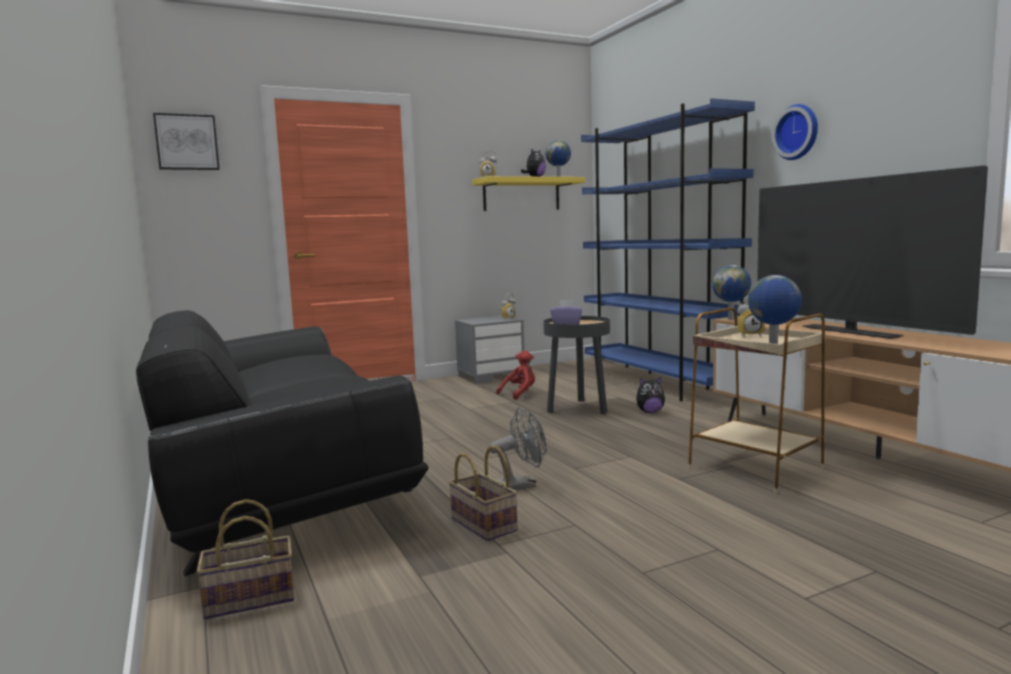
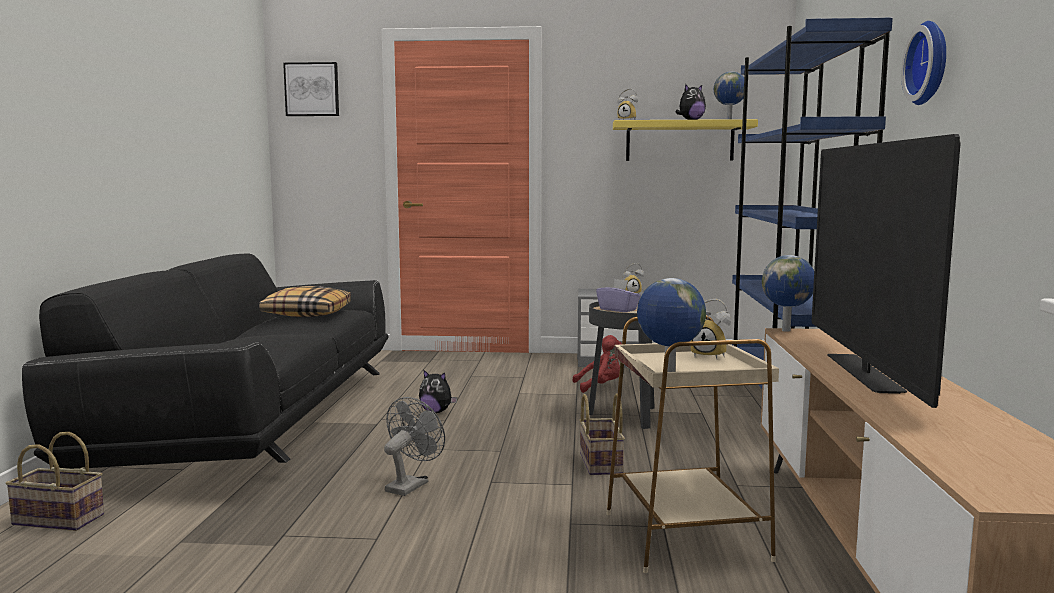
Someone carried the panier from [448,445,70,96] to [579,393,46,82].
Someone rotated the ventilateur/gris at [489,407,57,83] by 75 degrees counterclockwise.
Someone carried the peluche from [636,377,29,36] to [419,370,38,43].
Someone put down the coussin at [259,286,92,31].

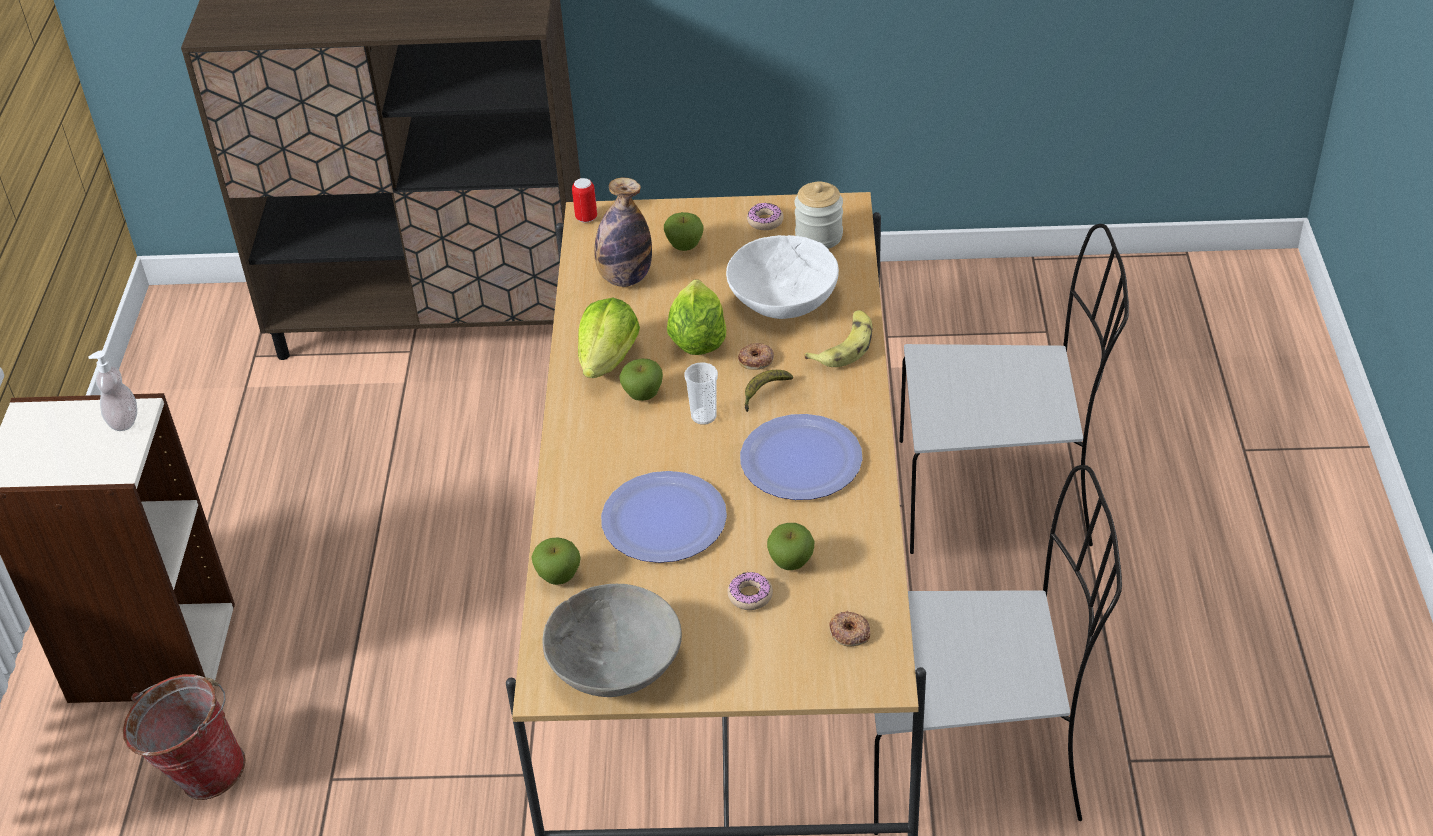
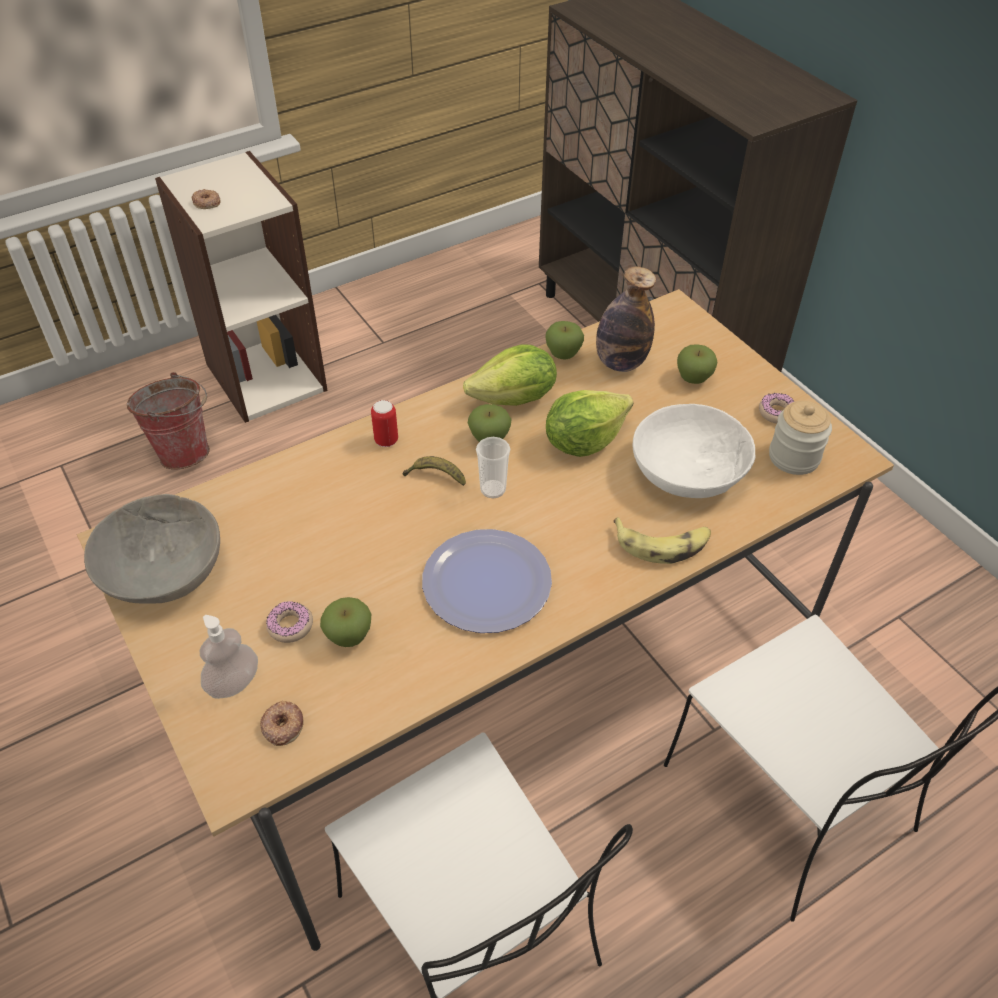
Someone carried the distributeur de savon from [88,350,49,81] to [200,615,58,84].
Someone carried the pomme from [532,537,49,48] to [545,321,39,39].
Someone carried the boîte métallique from [572,178,25,45] to [371,400,27,47].
Someone took away the assiette at [601,471,126,92].
Someone carried the beignet from [738,343,36,27] to [192,189,28,20].
Someone carried the banane from [745,370,48,42] to [403,456,63,30].

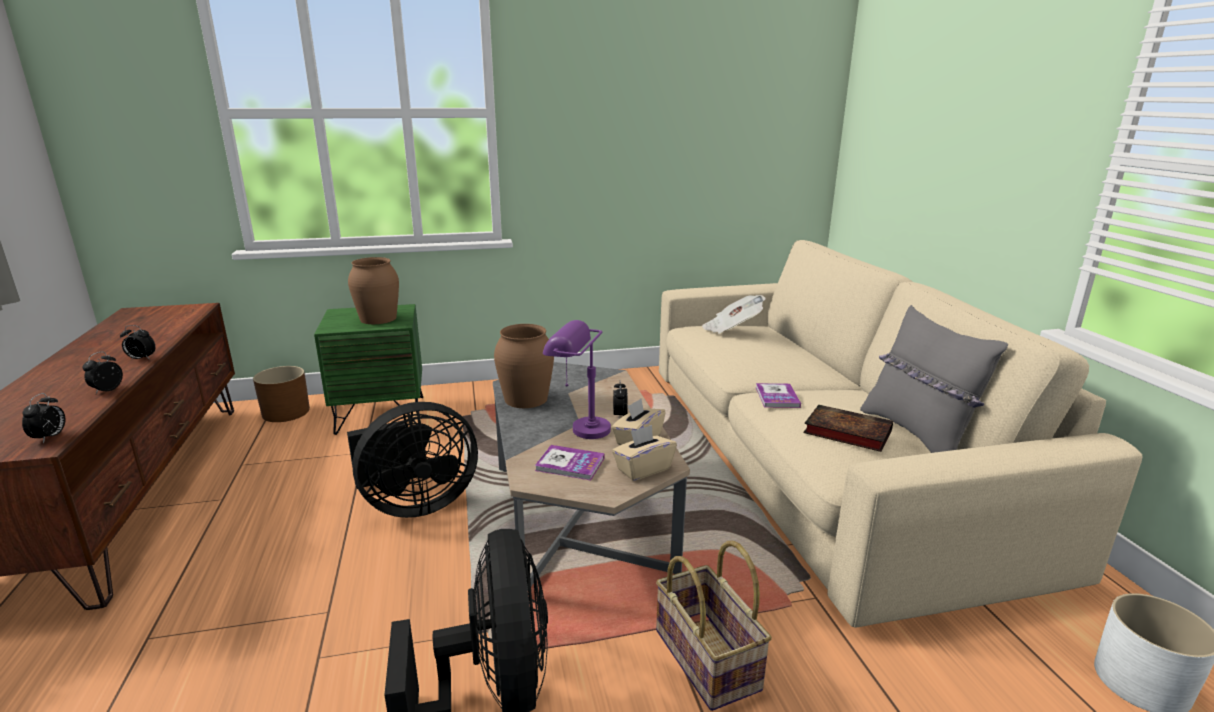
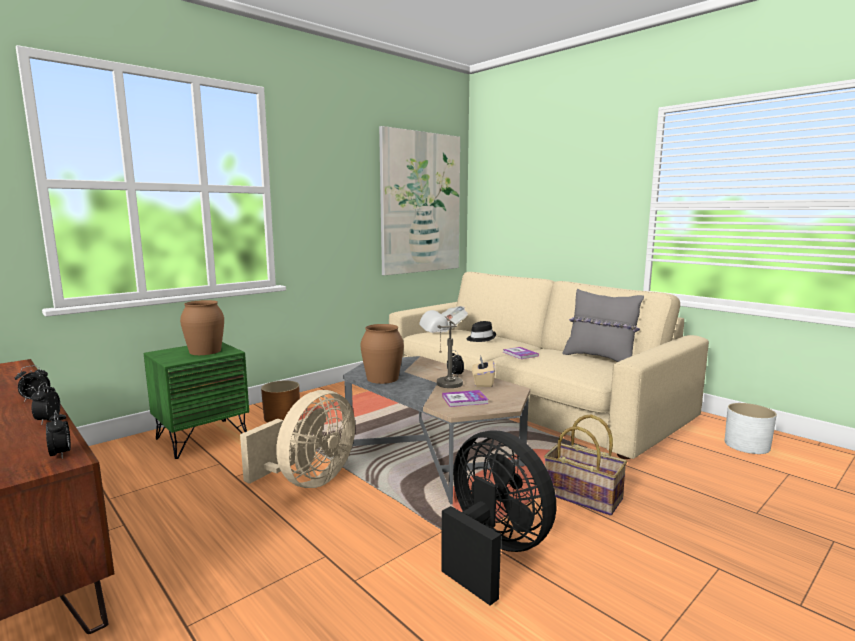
Someone carried the cache-pot/marron from [253,366,57,56] to [261,380,39,43].
Someone repainted the ventilateur/noir at [347,402,131,116], which became the ventilateur/beige at [240,390,115,98].
Someone repainted the lampe de table/violet at [543,320,68,119], which became the lampe de table/gris at [419,310,44,78].
Someone took away the boîte à mouchoirs/beige at [612,425,65,56].
Someone took away the livre at [803,405,90,47].
Someone put up the tableau at [379,126,81,149].
Someone put down the chapeau/noir at [467,321,29,21].

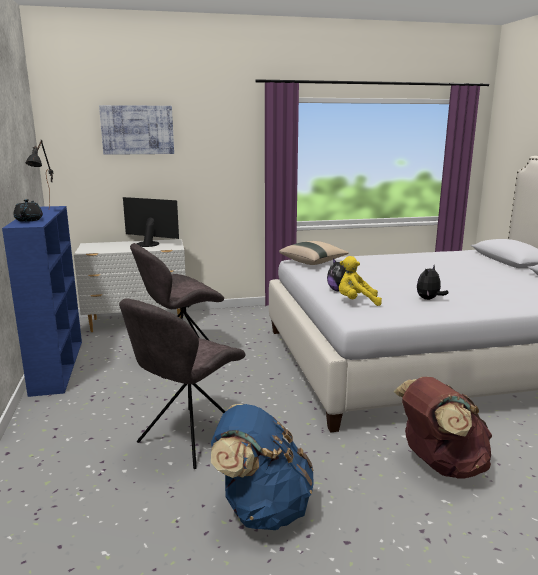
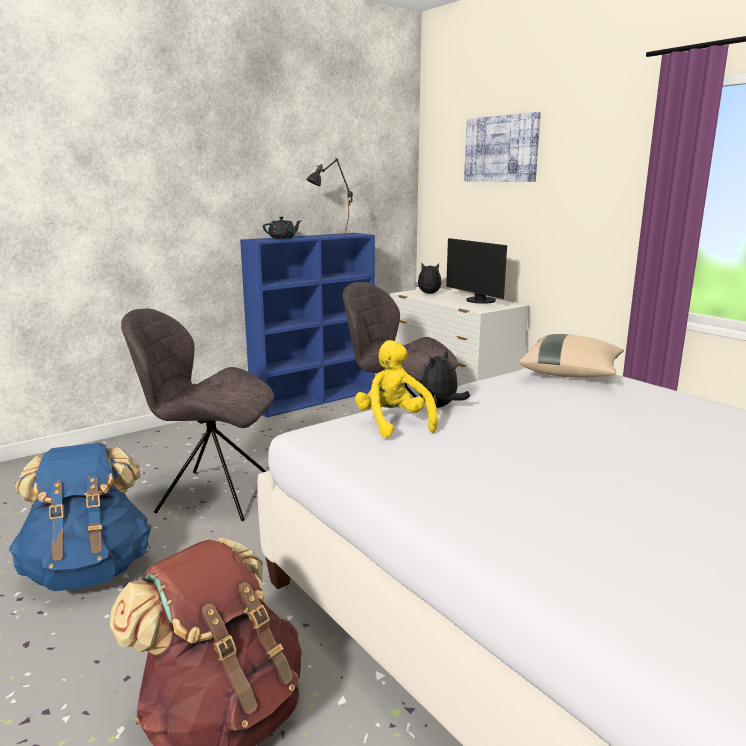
Someone rotated the écran d'ordinateur at [123,197,56,50] by 150 degrees clockwise.
Someone carried the peluche from [417,265,32,35] to [414,263,28,31].

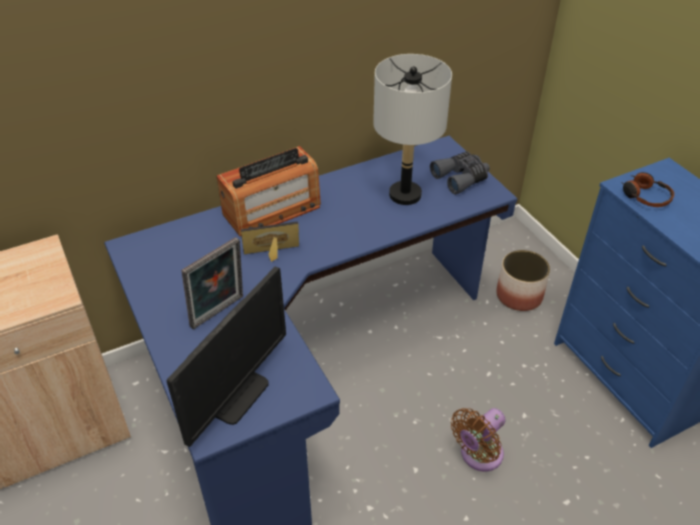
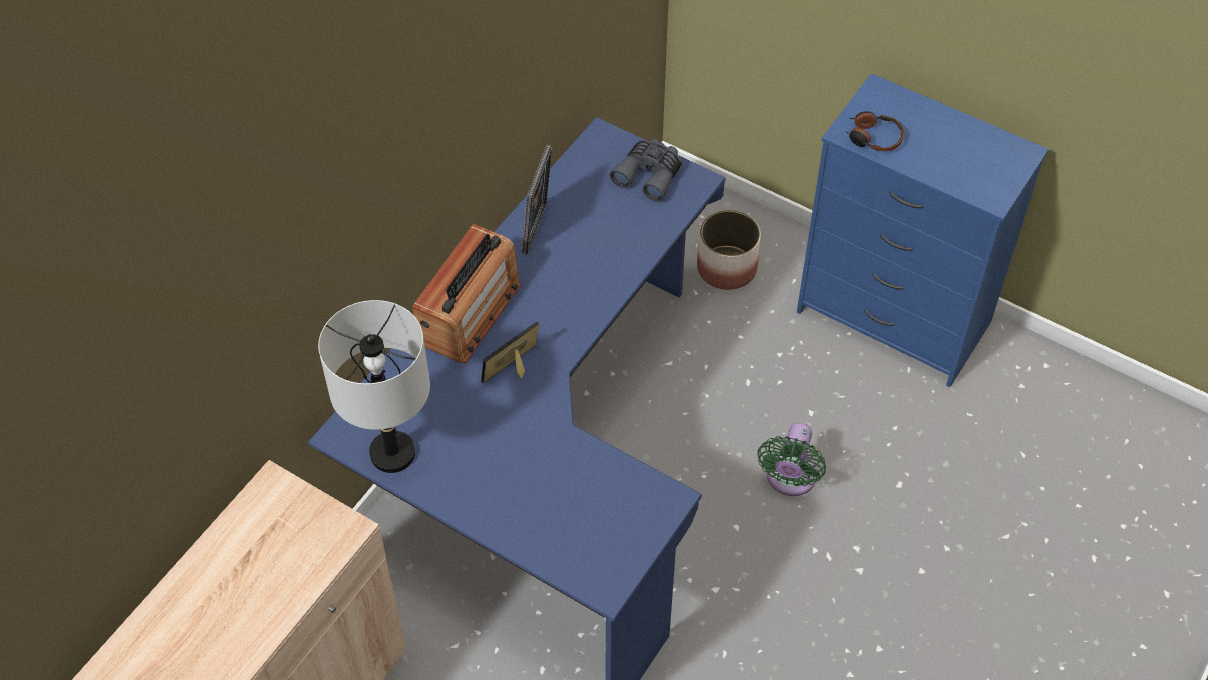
Someone took away the écran d'ordinateur at [167,266,119,181].
Someone carried the cadre photo from [181,237,62,93] to [522,145,30,109].
Someone carried the lampe de table/gris from [373,54,79,151] to [318,300,112,173].
Someone repainted the ventilateur/marron at [451,408,55,64], which became the ventilateur/vert at [758,422,68,74].

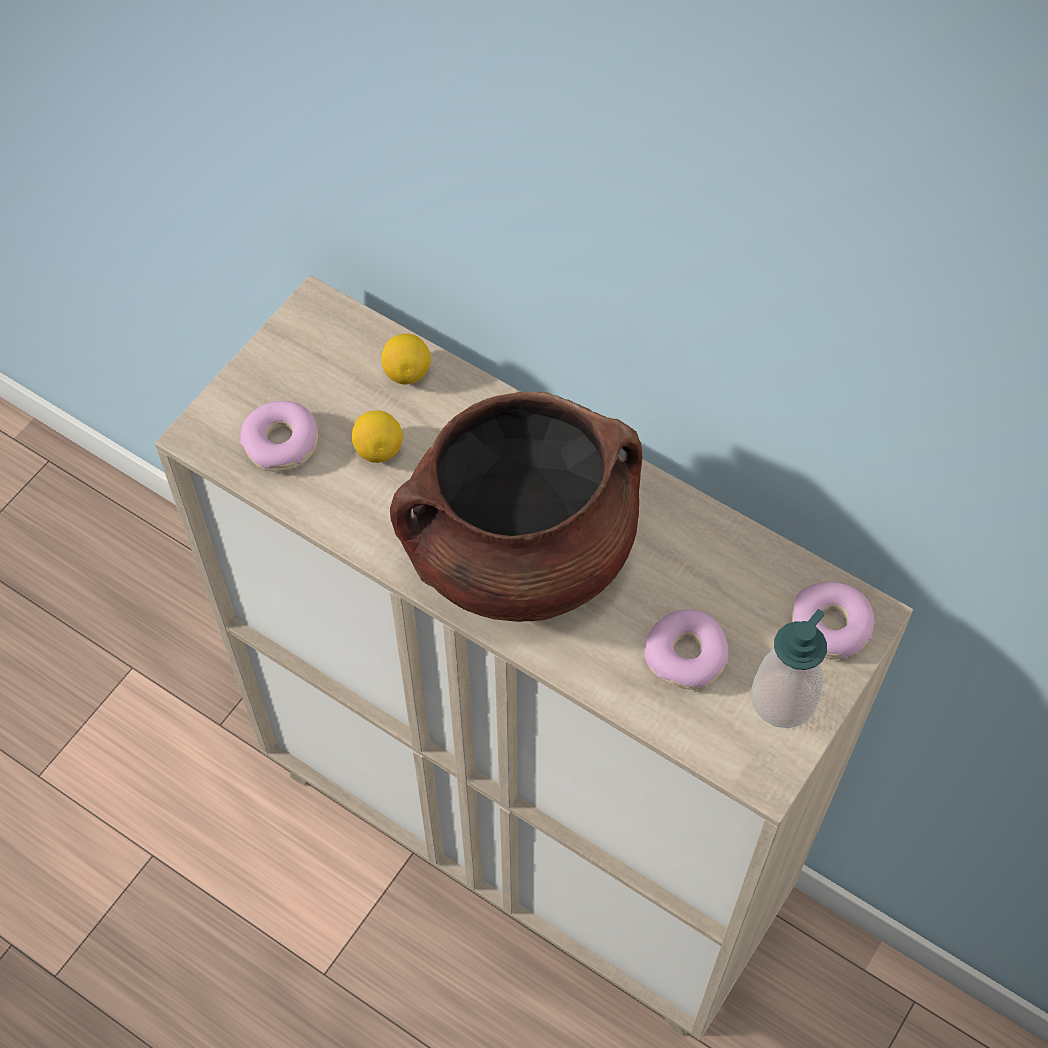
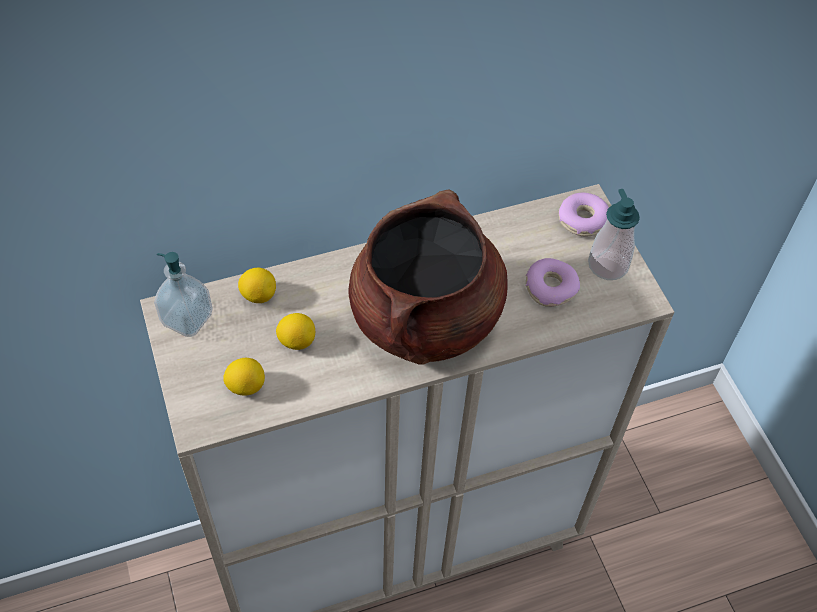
Someone swapped the beignet at [240,401,78,71] for the citron at [223,358,42,38].
Someone put down the distributeur de savon at [154,252,59,85].

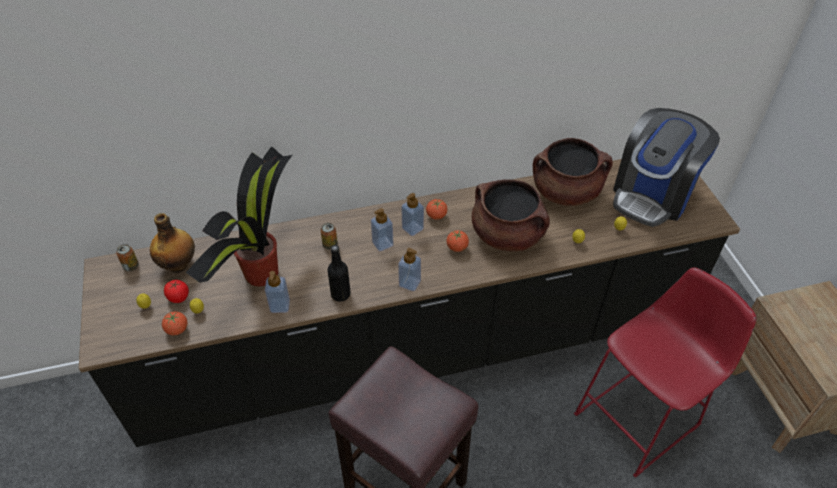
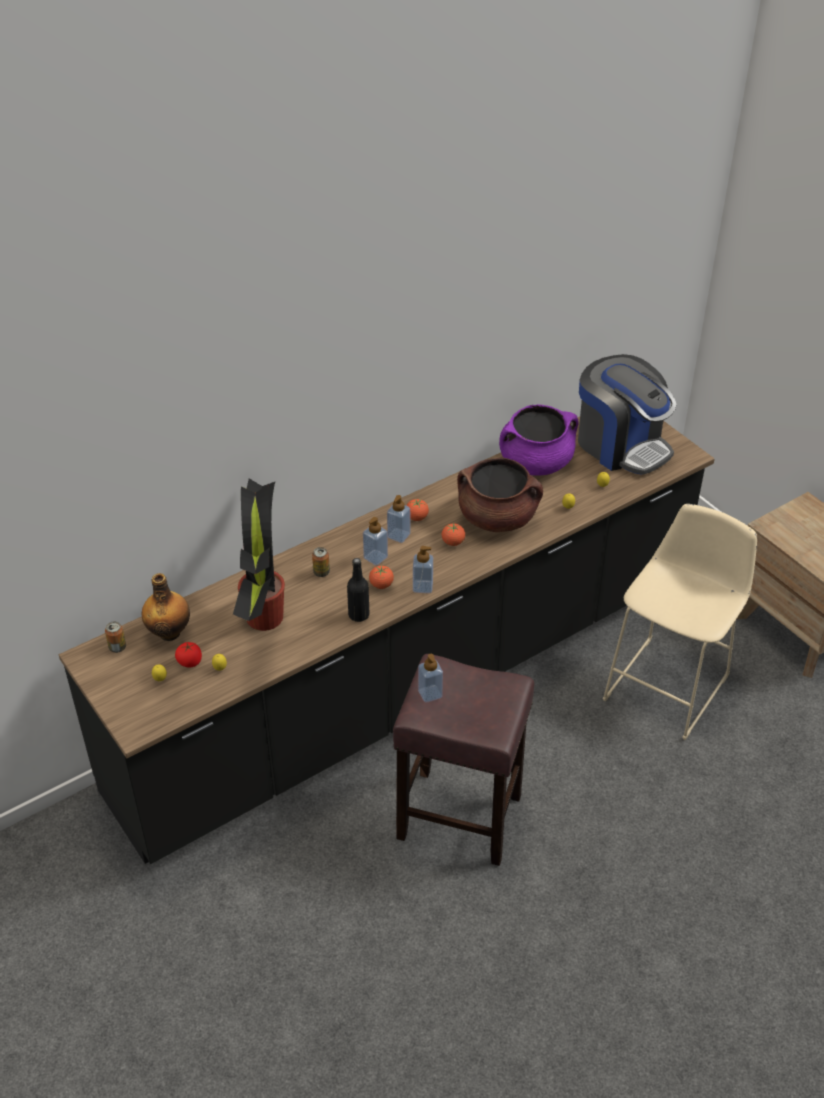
Someone carried the tomate from [162,311,26,24] to [369,566,25,23].
Someone carried the distributeur de savon from [265,271,25,42] to [418,654,25,49].
Someone repainted the marmite/marron at [533,138,80,68], which became the marmite/violet at [499,404,80,72].
Someone repainted the tabouret/rouge at [574,267,182,211], which became the tabouret/beige at [603,504,154,236].
Someone rotated the machine à café at [613,108,107,119] by 60 degrees counterclockwise.

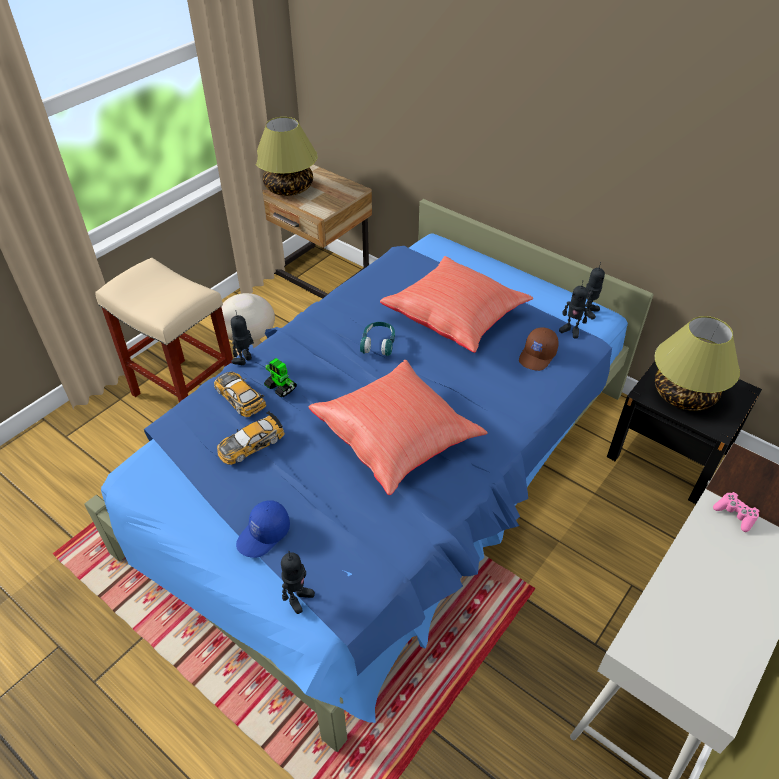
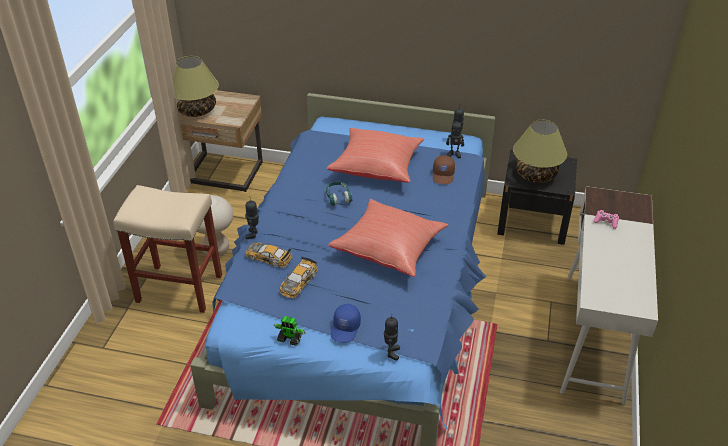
Someone carried the robot jouet from [264,358,33,40] to [273,316,33,30].

